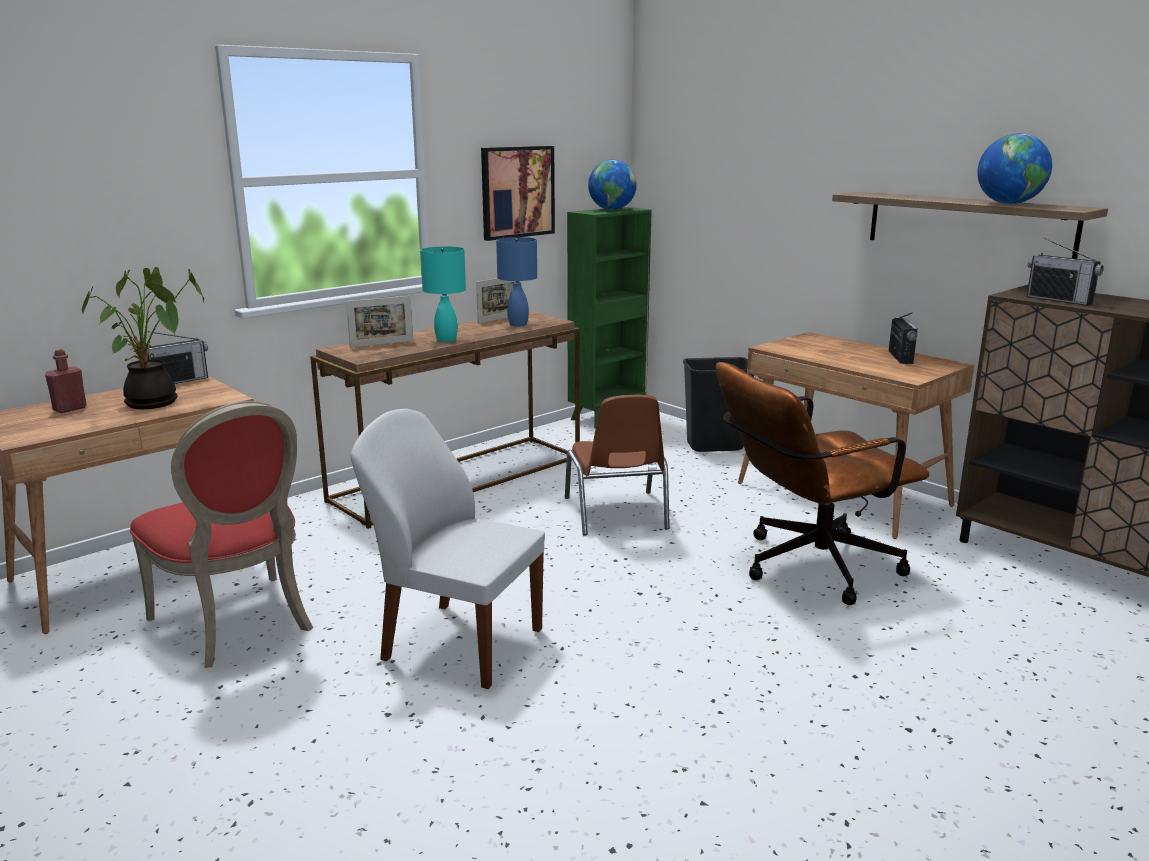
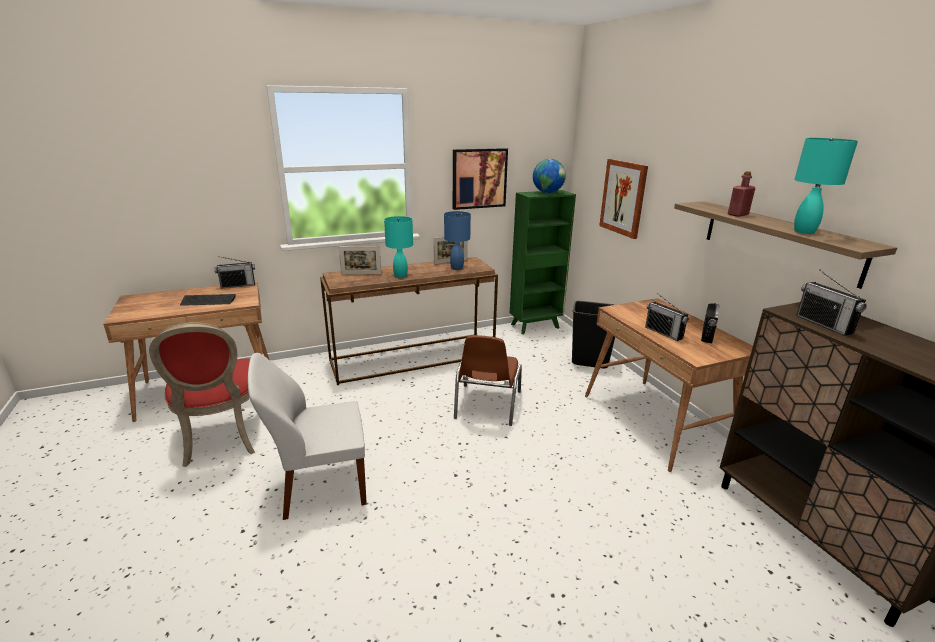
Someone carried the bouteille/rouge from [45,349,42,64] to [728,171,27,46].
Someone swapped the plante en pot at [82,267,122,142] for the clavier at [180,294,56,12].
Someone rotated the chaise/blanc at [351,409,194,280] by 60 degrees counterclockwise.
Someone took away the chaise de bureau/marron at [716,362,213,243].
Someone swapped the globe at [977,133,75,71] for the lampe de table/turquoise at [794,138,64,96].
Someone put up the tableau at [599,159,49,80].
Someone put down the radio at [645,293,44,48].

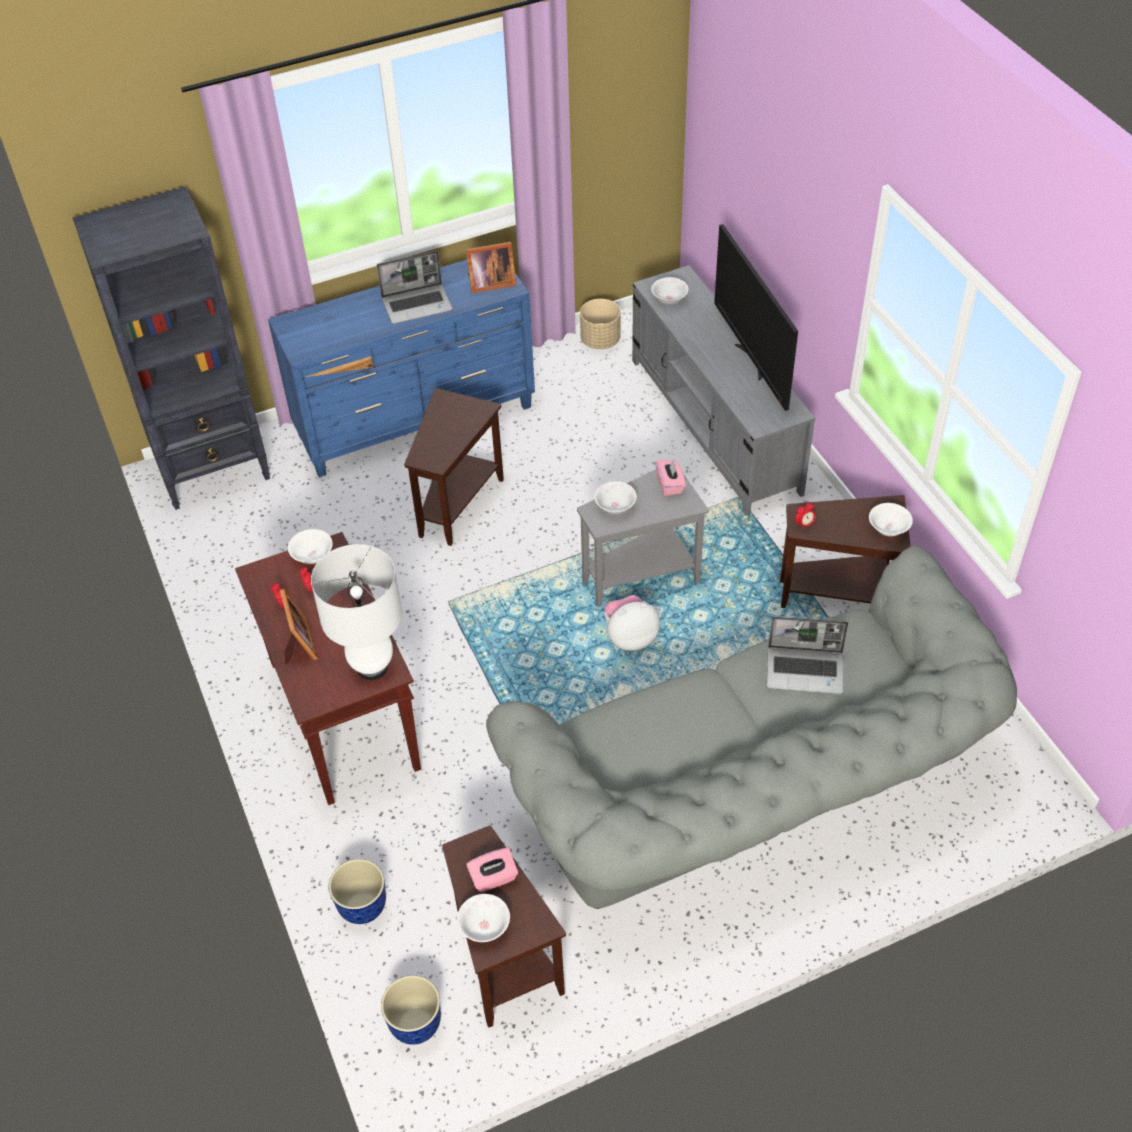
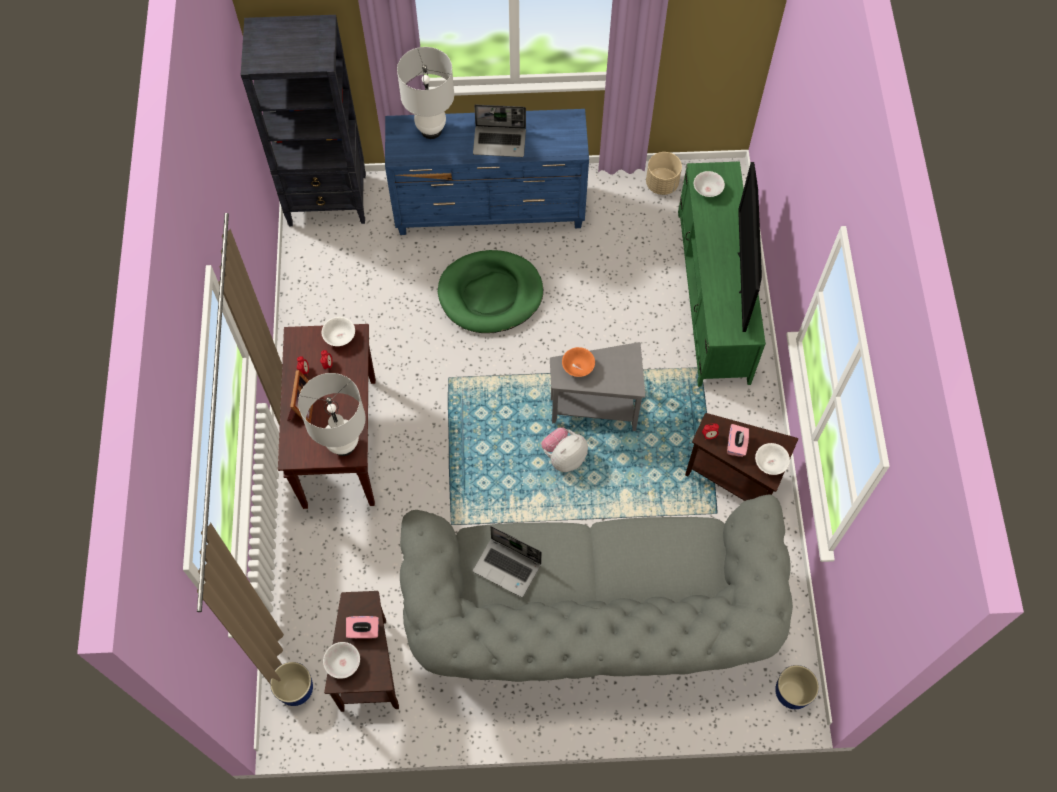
Someone carried the cache-pot from [329,859,57,65] to [775,665,44,44].
Someone swapped the table d'appoint/marron at [404,388,100,158] for the panier pour chien/vert at [438,250,105,83].
Someone took away the cadre photo at [466,242,50,51].
Someone repainted the bol/blanc at [594,481,43,33], which became the bol/orange at [562,347,33,30].
Someone rotated the peluche at [604,595,56,56] by 45 degrees counterclockwise.
Someone repainted the meuble télé/gris at [632,265,183,251], which became the meuble télé/vert at [678,161,88,226].
Someone carried the boîte à mouchoirs/rose from [655,459,31,37] to [727,424,22,33].
Someone carried the ordinateur portable from [767,616,81,78] to [473,526,69,71].
Someone put down the lampe de table/blanc at [397,47,57,92].

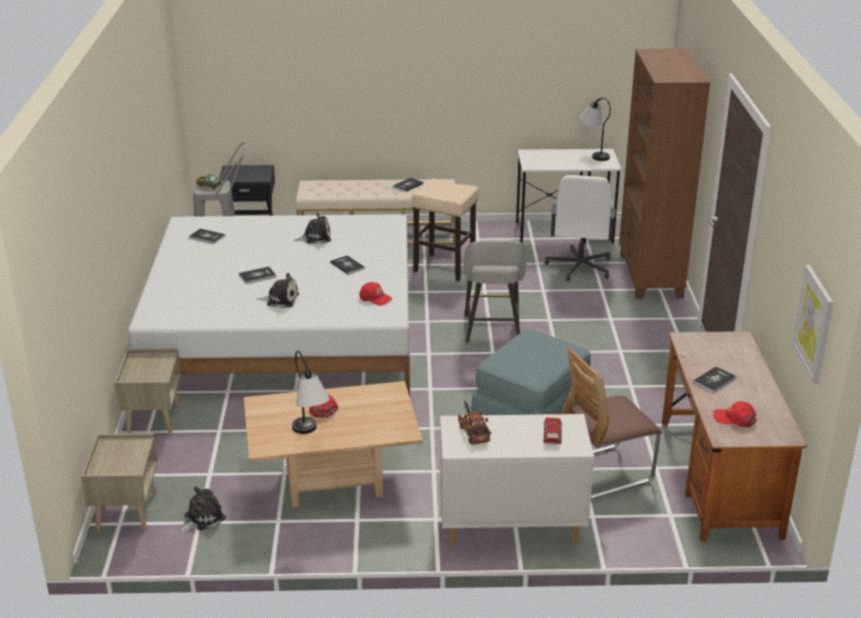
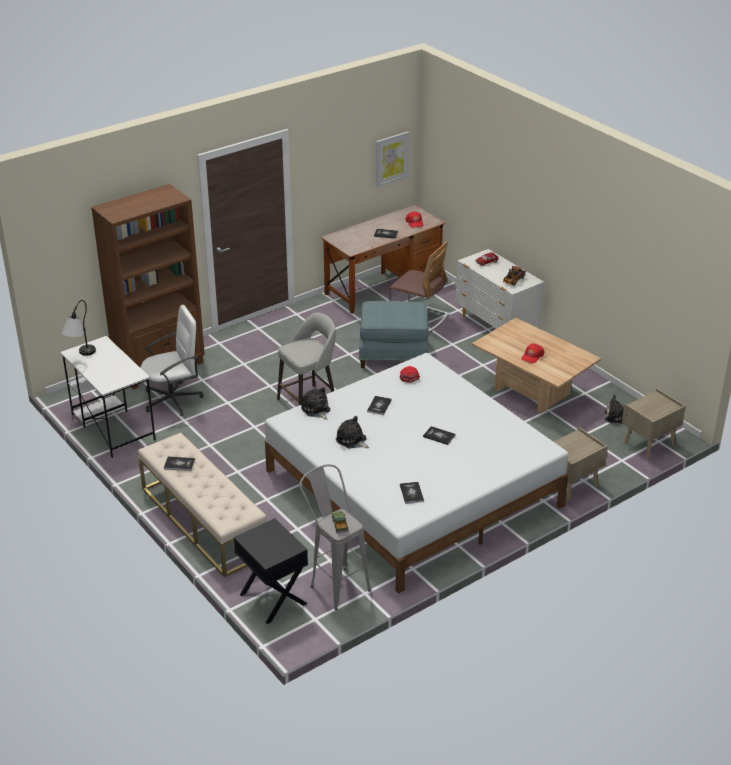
Someone carried the peluche from [256,273,43,35] to [301,387,29,33].
Someone took away the lampe de table at [292,351,38,83].
Someone took away the tabouret/beige at [412,179,67,102].

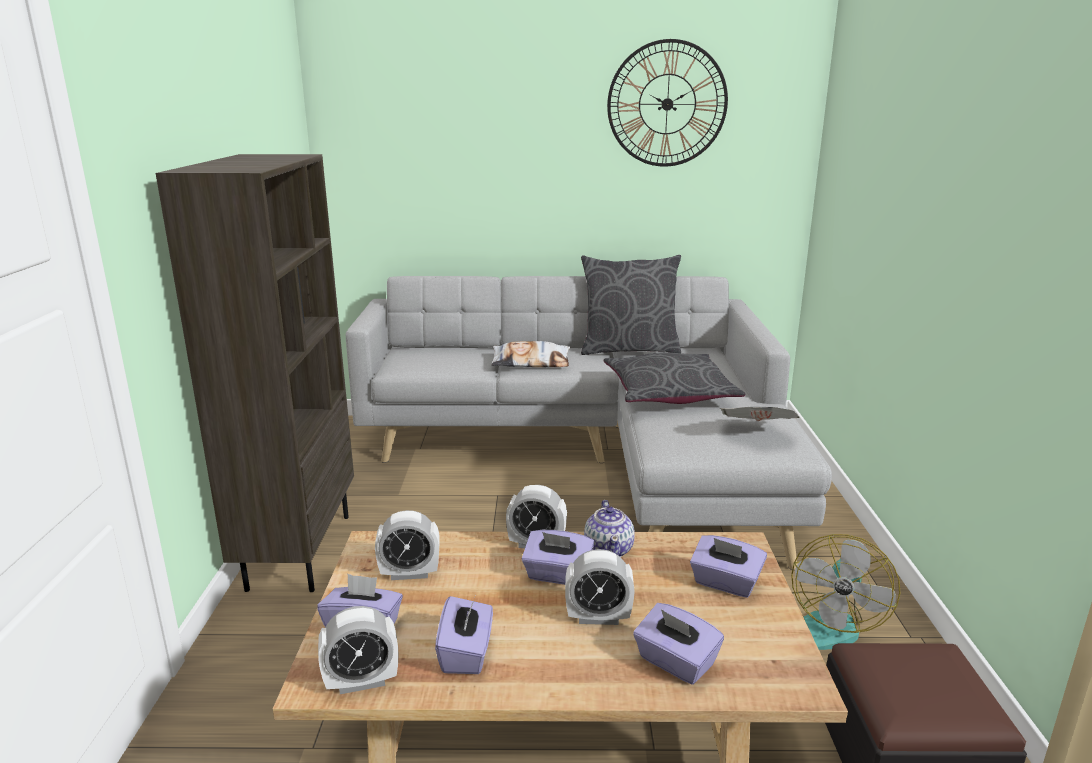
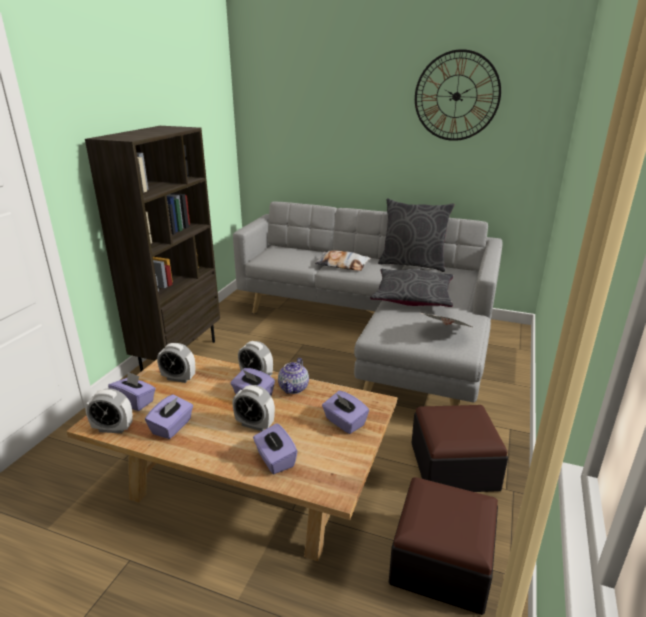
Someone swapped the ventilateur at [791,534,109,116] for the pouf at [411,405,97,87].

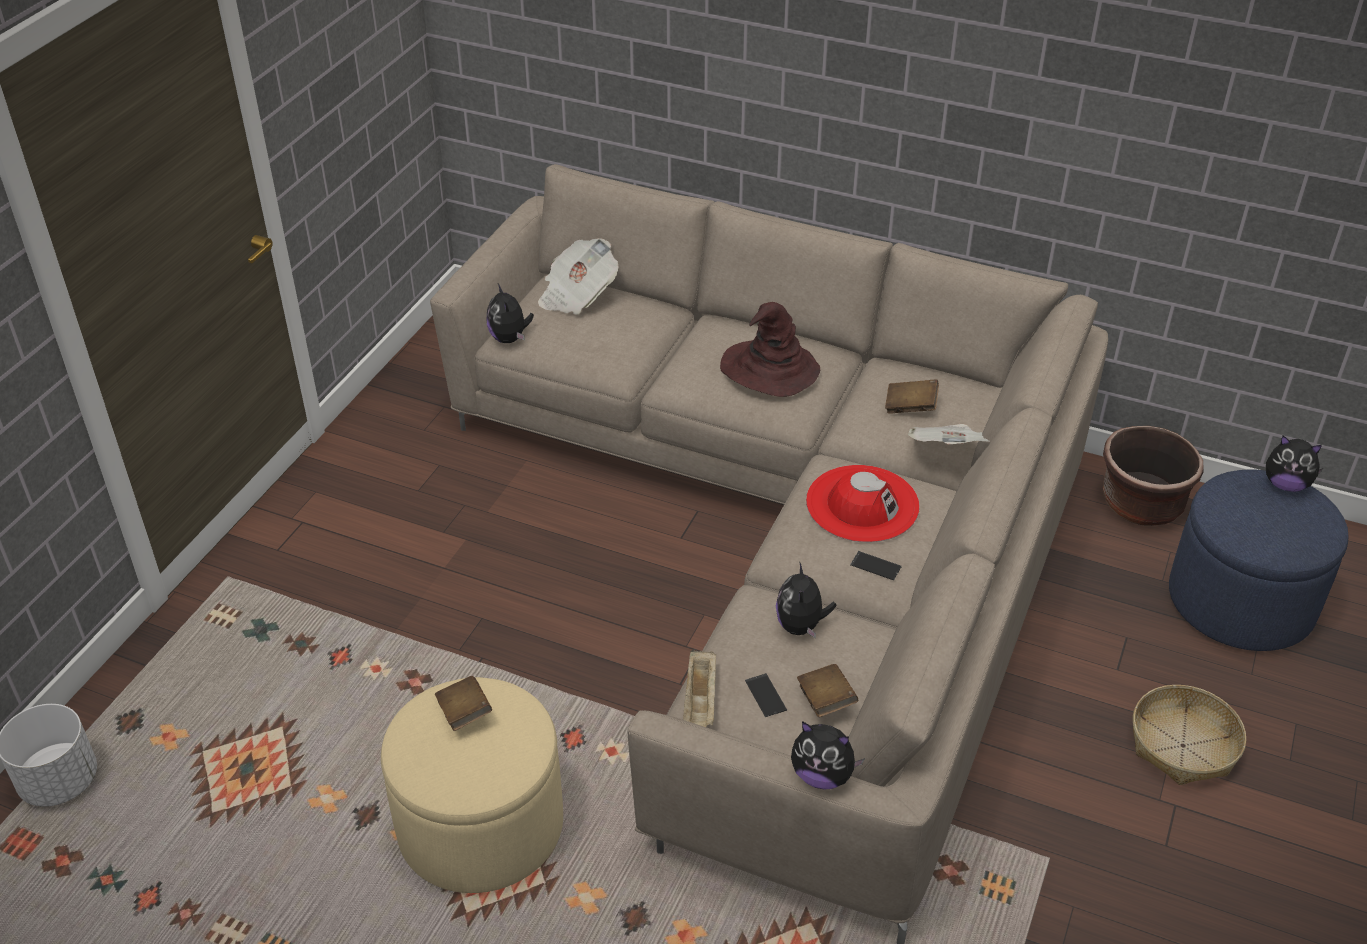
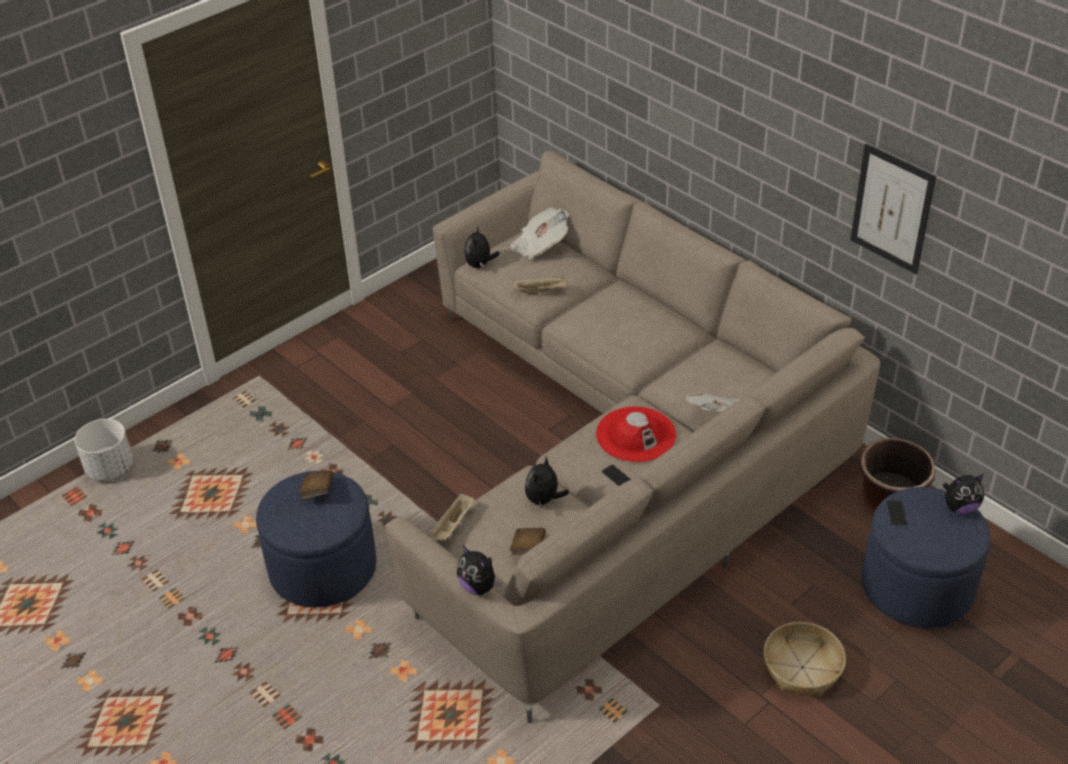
Someone repainted the pouf/beige at [381,677,182,216], which became the pouf/bleu at [256,471,121,136].
Someone took away the chapeau/marron at [720,302,100,95].
Someone carried the téléphone from [745,673,42,44] to [886,500,21,25].
Someone took away the livre/marron at [885,379,54,35].
Someone rotated the peluche at [1266,435,57,57] by 60 degrees counterclockwise.
Someone put down the plateau/beige at [512,276,55,18].
Someone put up the tableau at [850,143,86,131].

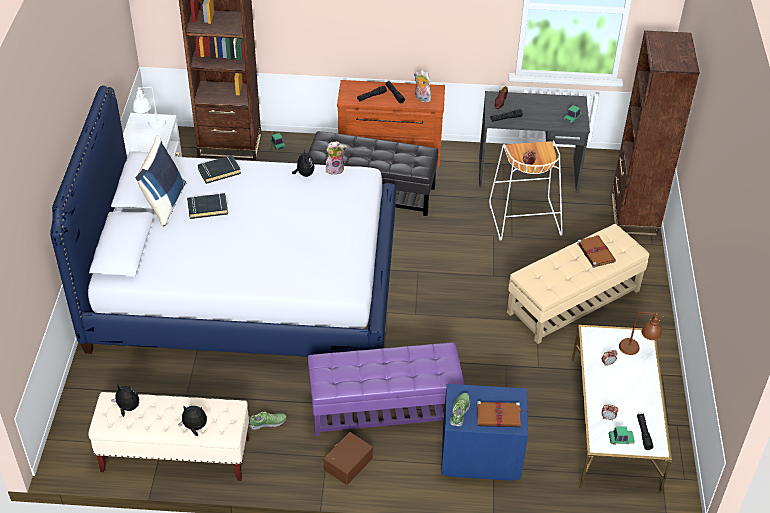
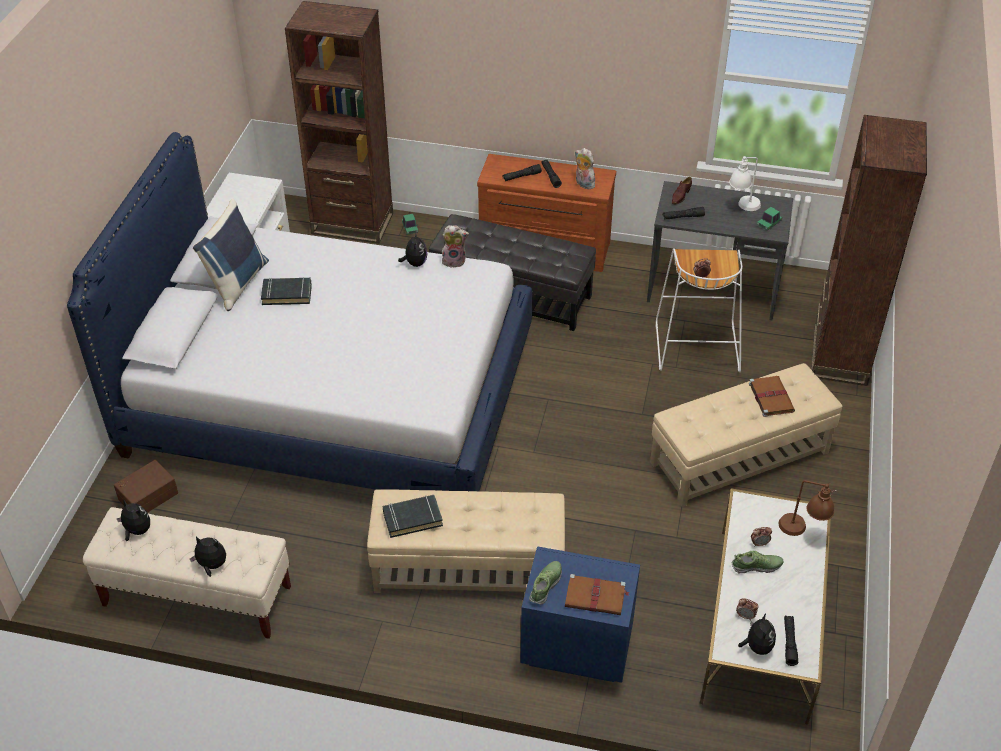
Someone carried the lampe de table/blanc from [133,87,33,42] to [729,156,32,55].
Someone carried the livre/noir from [198,155,43,29] to [383,495,60,43].
Someone carried the chaussure from [249,412,38,18] to [731,551,53,23].
Someone repainted the pouf/violet at [308,342,156,94], which became the pouf/beige at [367,489,198,104].
Someone carried the boîte de rangement/marron from [324,432,49,53] to [114,460,64,53].
Someone swapped the petite voiture at [609,426,26,19] for the peluche at [738,614,38,41].

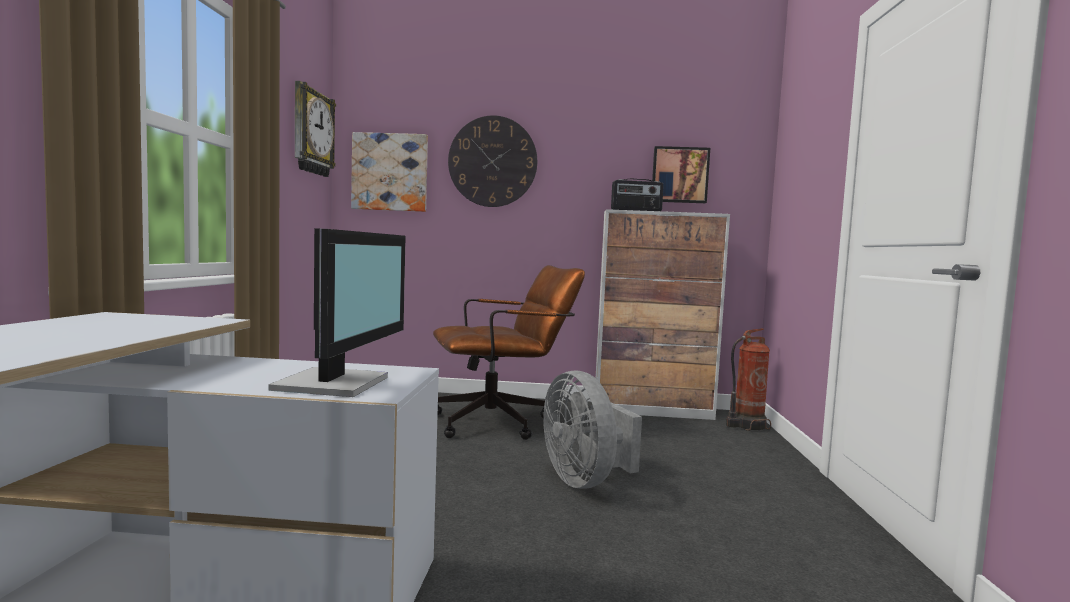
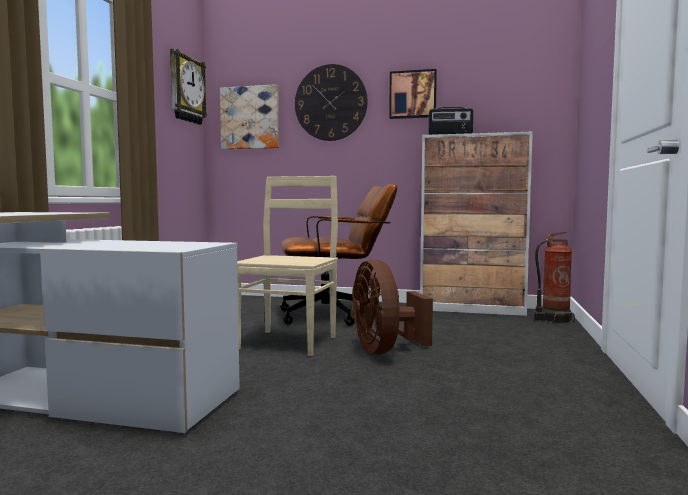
Someone took away the écran d'ordinateur at [268,228,138,169].
Someone repainted the ventilateur/gris at [543,370,99,119], which became the ventilateur/marron at [352,259,81,95].
Someone carried the tableau from [652,146,58,57] to [389,69,48,50].
Someone put down the chaise/beige at [237,176,101,180].

